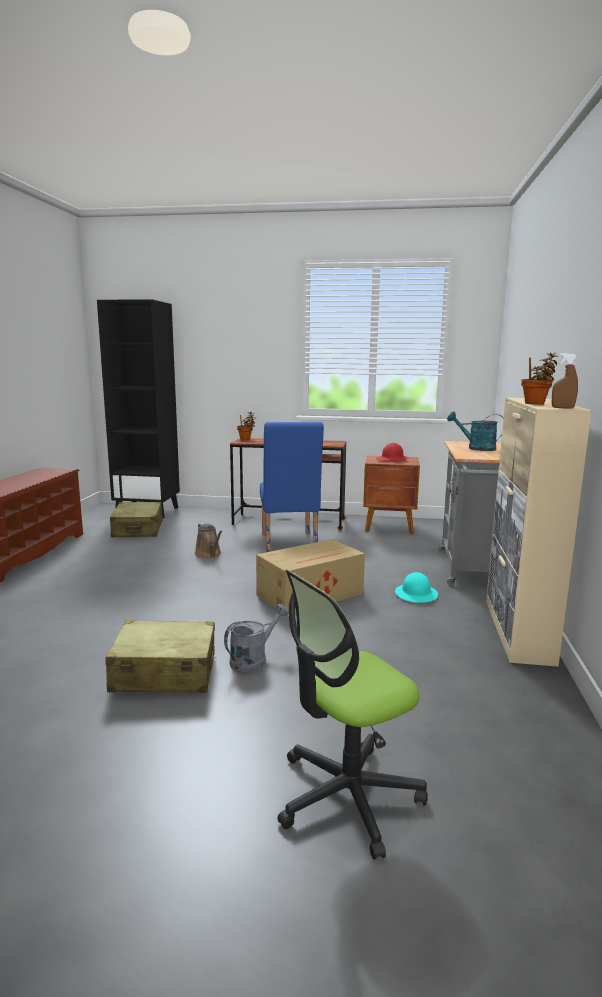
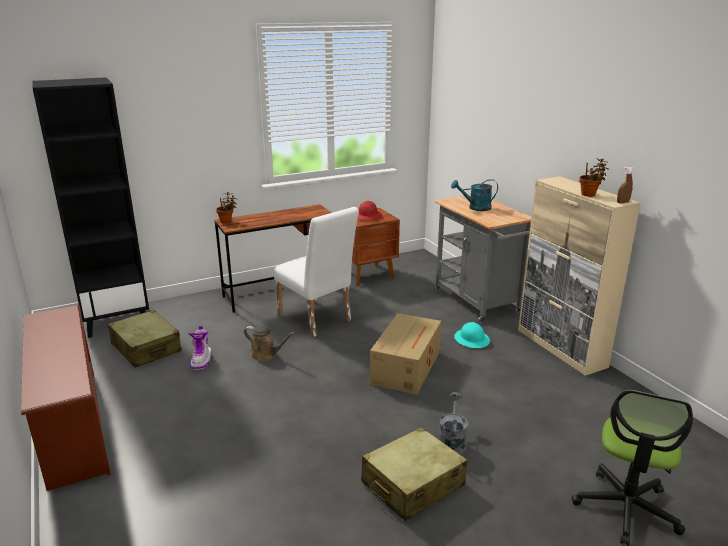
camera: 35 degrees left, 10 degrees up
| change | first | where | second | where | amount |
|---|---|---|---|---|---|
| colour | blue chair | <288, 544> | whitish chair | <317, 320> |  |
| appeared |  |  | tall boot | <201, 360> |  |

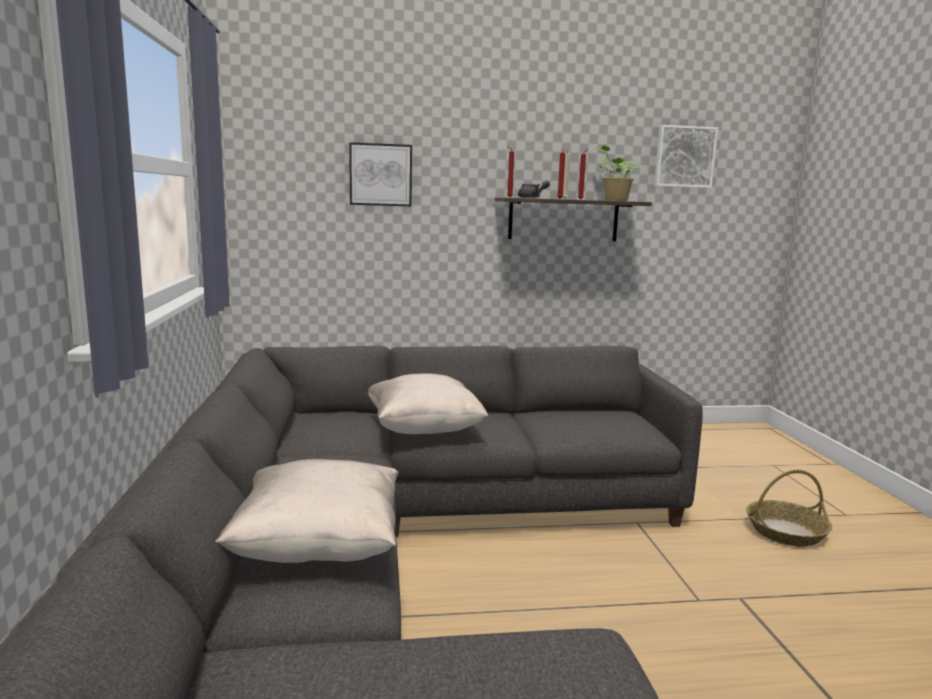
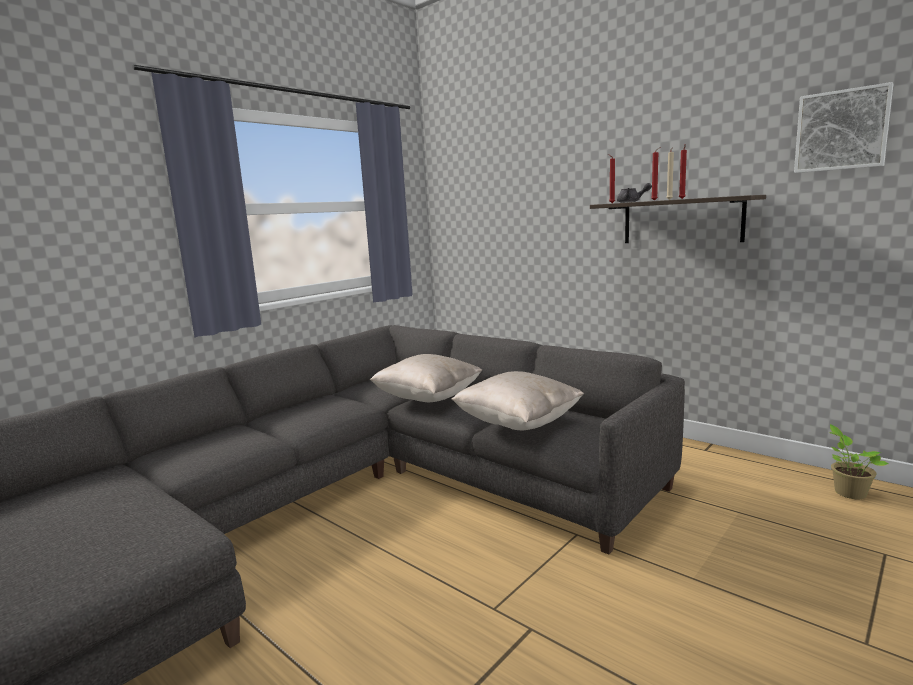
camera: 50 degrees right, 0 degrees up
| change | first | where | second | where | amount |
|---|---|---|---|---|---|
| missing | wall picture | <380, 175> |  |  |  |
| relocated | plant in a pot | <614, 200> |  | <848, 492> |  |
| relocated | beige throw pillow | <319, 548> |  | <518, 424> |  |
| missing | household basket | <785, 532> |  |  |  |

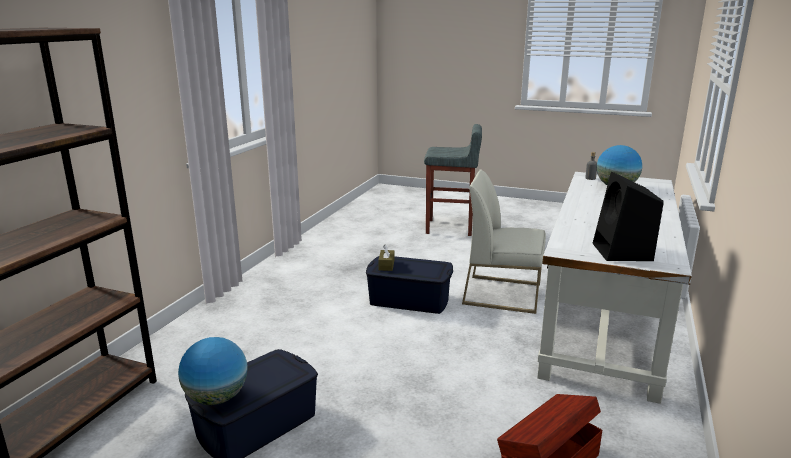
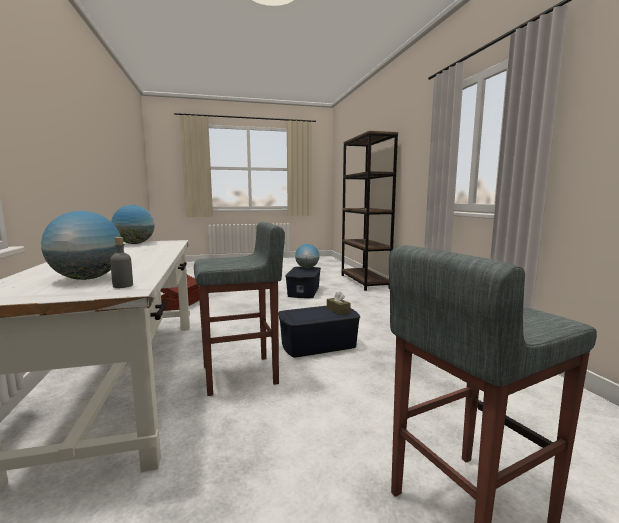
camera: 145 degrees right, 10 degrees down
| change | first | where | second | where | amount |
|---|---|---|---|---|---|
| exchanged | whitish chair | <503, 294> | grey stool | <241, 375> |  |
| exchanged | black audio speaker | <623, 252> | world globe | <134, 243> |  |

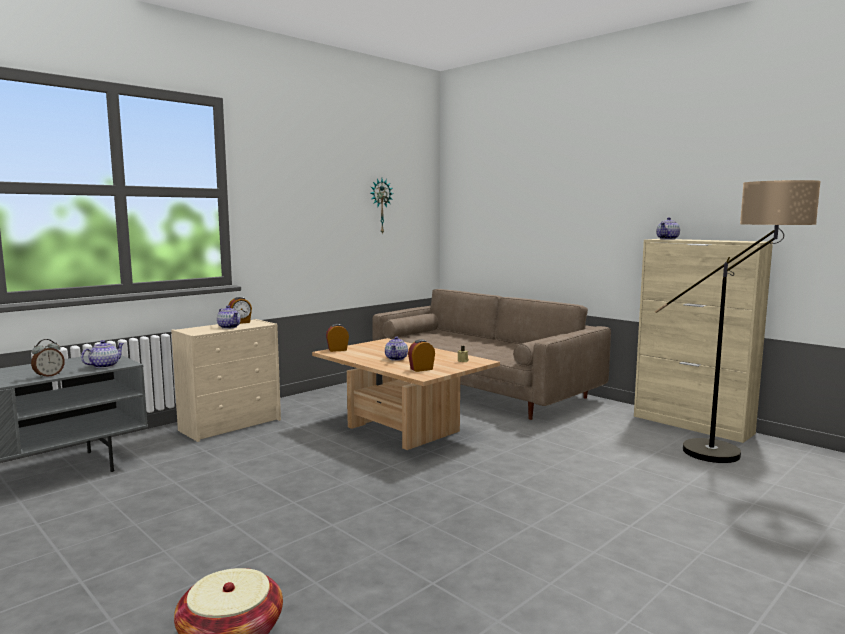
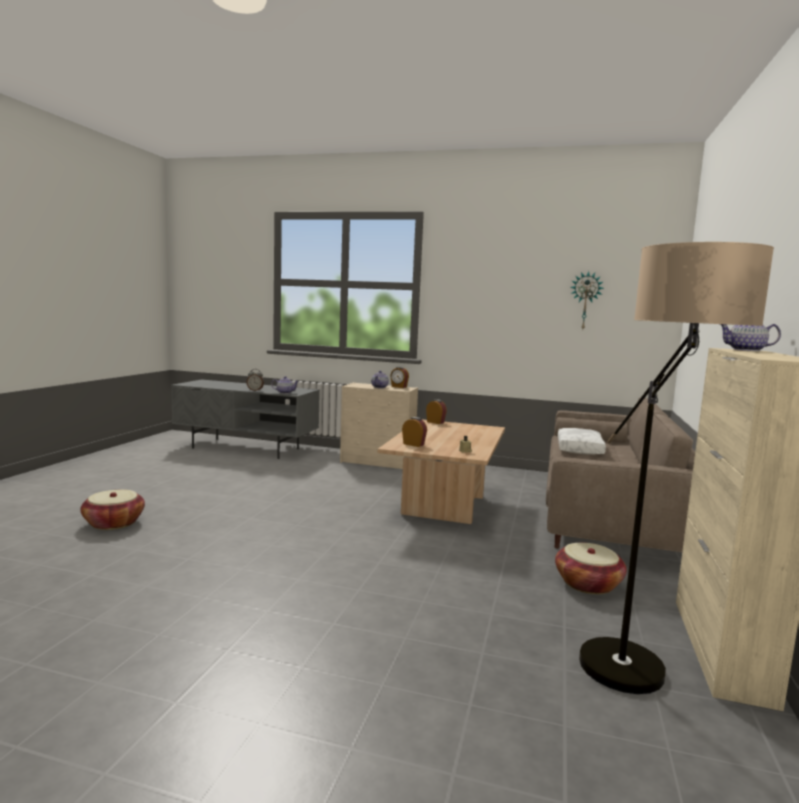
camera: 60 degrees right, 0 degrees up
| change | first | where | second | where | amount |
|---|---|---|---|---|---|
| missing | tea pot | <396, 358> |  |  |  |
| appeared |  |  | whitish throw pillow | <580, 449> |  |
| appeared |  |  | household basket | <588, 584> |  |

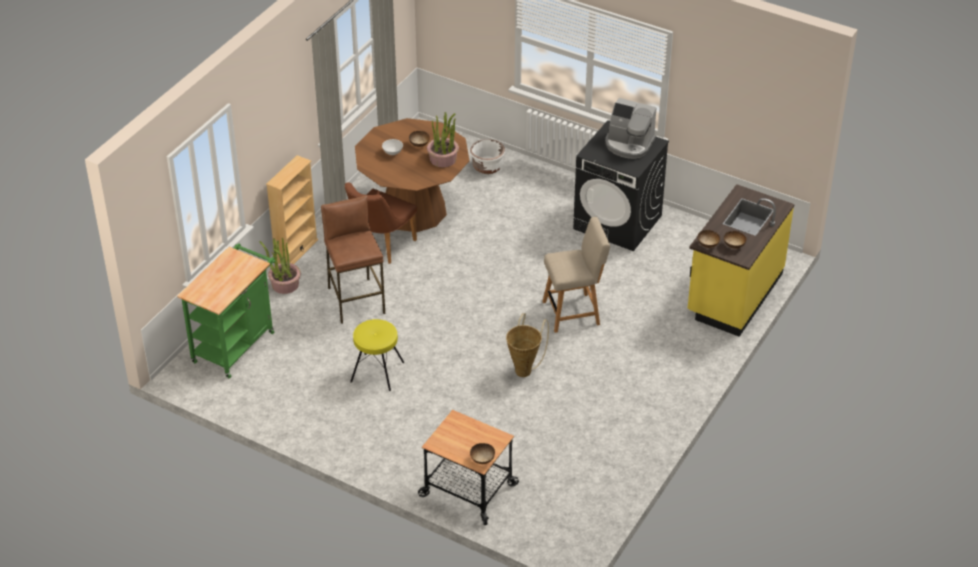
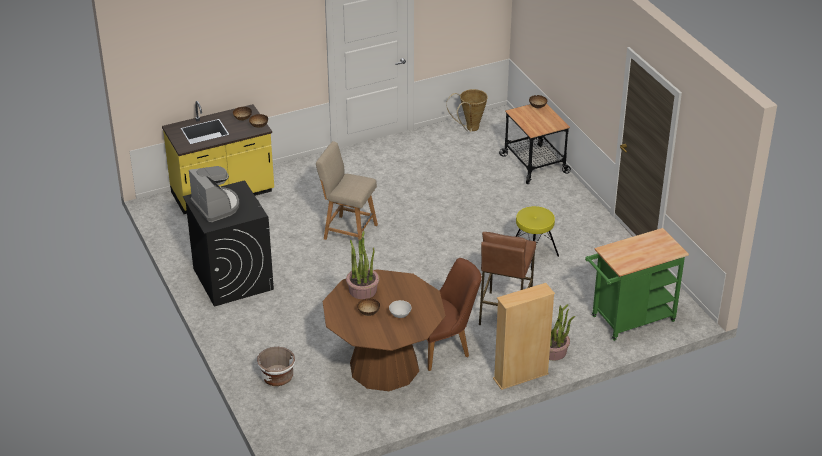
camera: 145 degrees left, 5 degrees down
| change | first | where | second | where | amount |
|---|---|---|---|---|---|
| relocated | household basket | <525, 369> |  | <469, 129> |  |

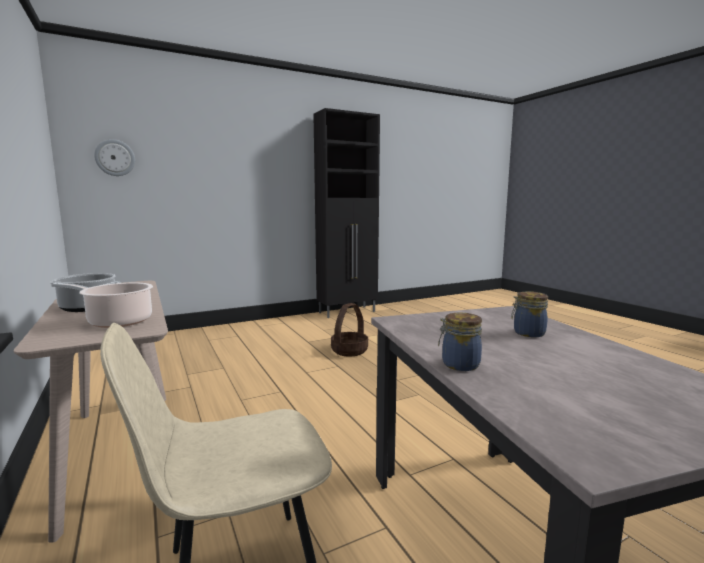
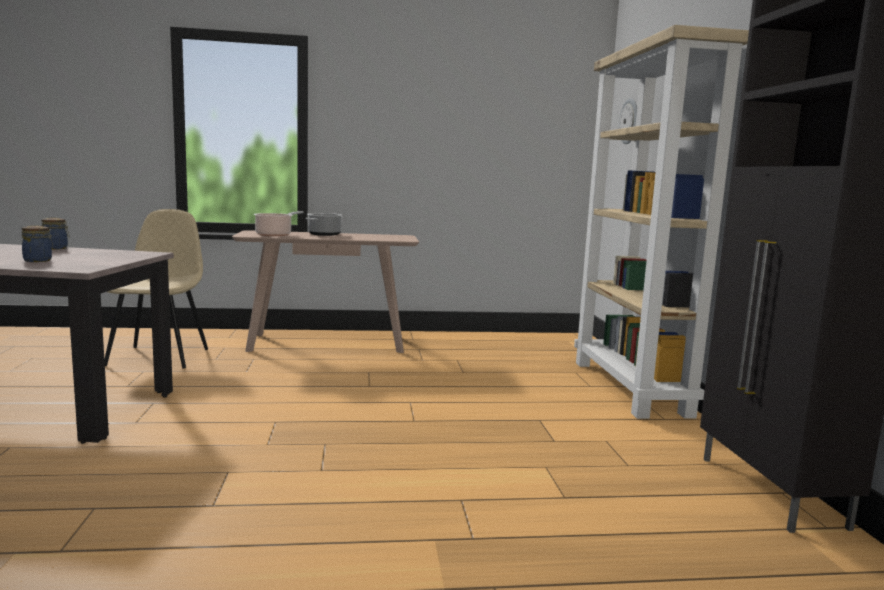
camera: 110 degrees right, 0 degrees up
| change | first | where | second | where | amount |
|---|---|---|---|---|---|
| missing | household basket | <349, 351> |  |  |  |
| appeared |  |  | beige bookshelf | <631, 388> |  |

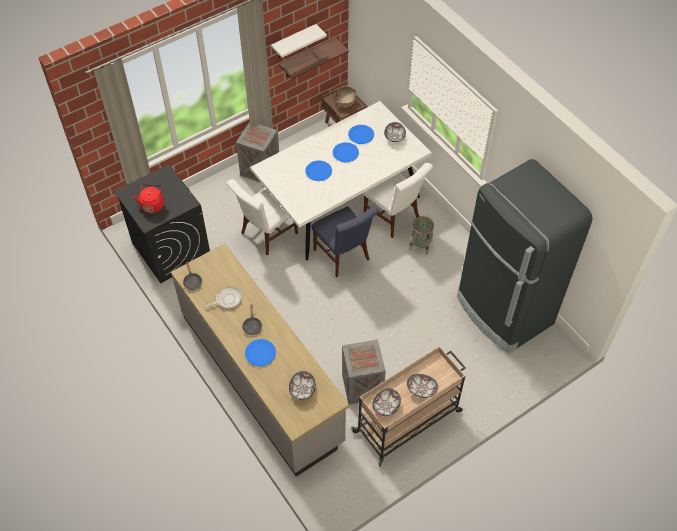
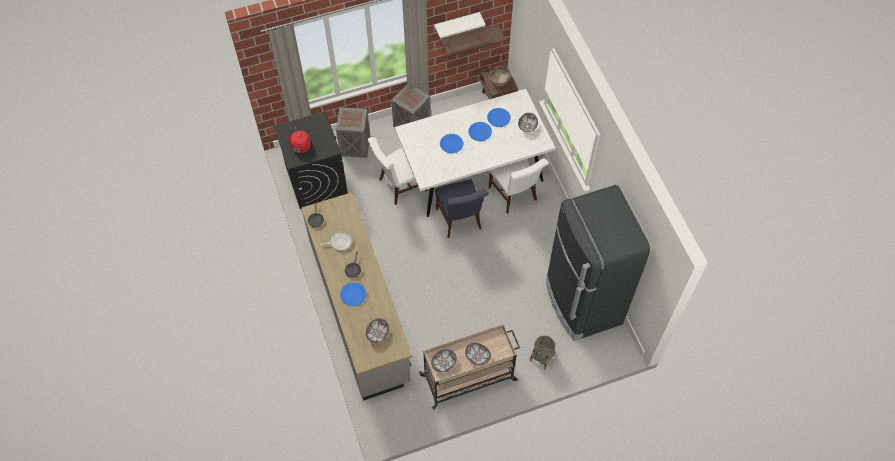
camera: 15 degrees right, 5 degrees up
| change | first | where | second | where | amount |
|---|---|---|---|---|---|
| relocated | household basket | <420, 245> |  | <542, 358> |  |
| relocated | crate | <361, 385> |  | <354, 145> |  |

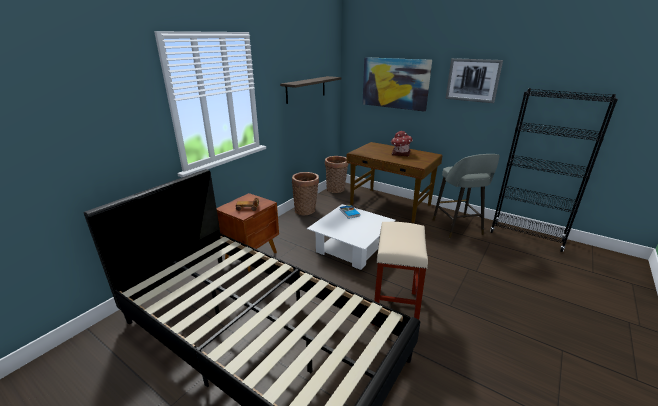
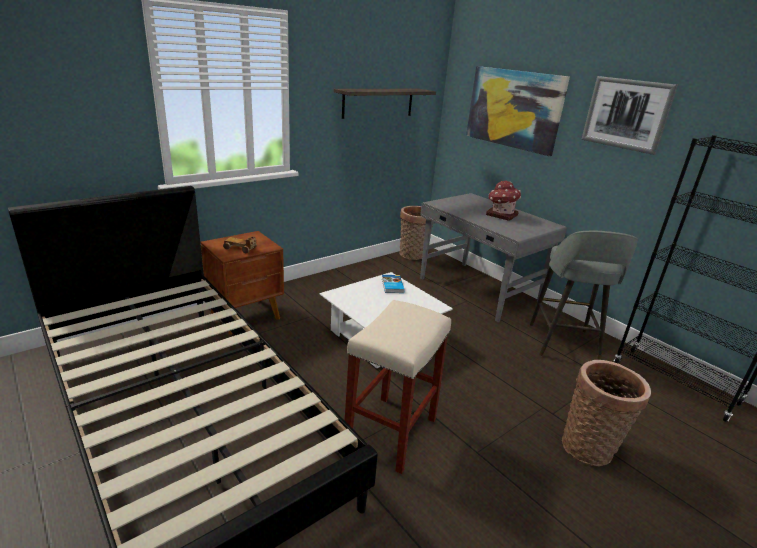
camera: 15 degrees right, 0 degrees up
| change | first | where | second | where | amount |
|---|---|---|---|---|---|
| colour | brown-coloured desk table | <390, 205> | grey desk table | <478, 290> |  |
| relocated | household basket | <306, 210> |  | <590, 447> |  |

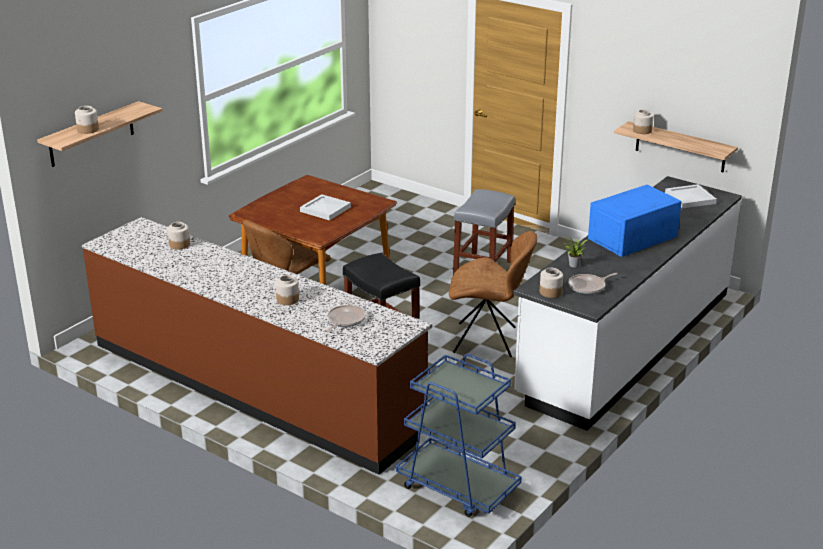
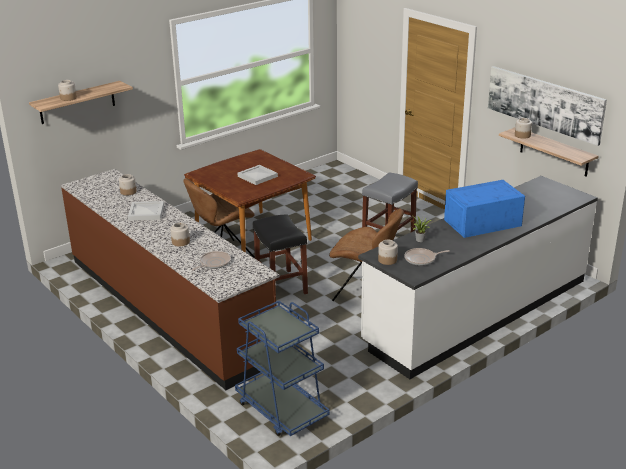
camera: 15 degrees right, 0 degrees up
| change | first | where | second | where | amount |
|---|---|---|---|---|---|
| relocated | whitish carrying tray | <689, 198> |  | <146, 212> |  |
| appeared |  |  | wall picture | <544, 103> |  |

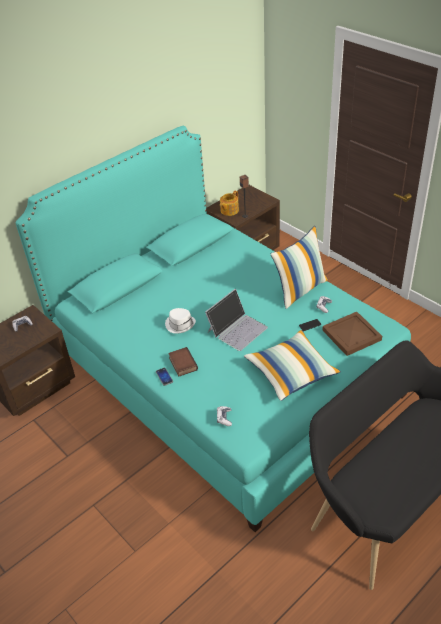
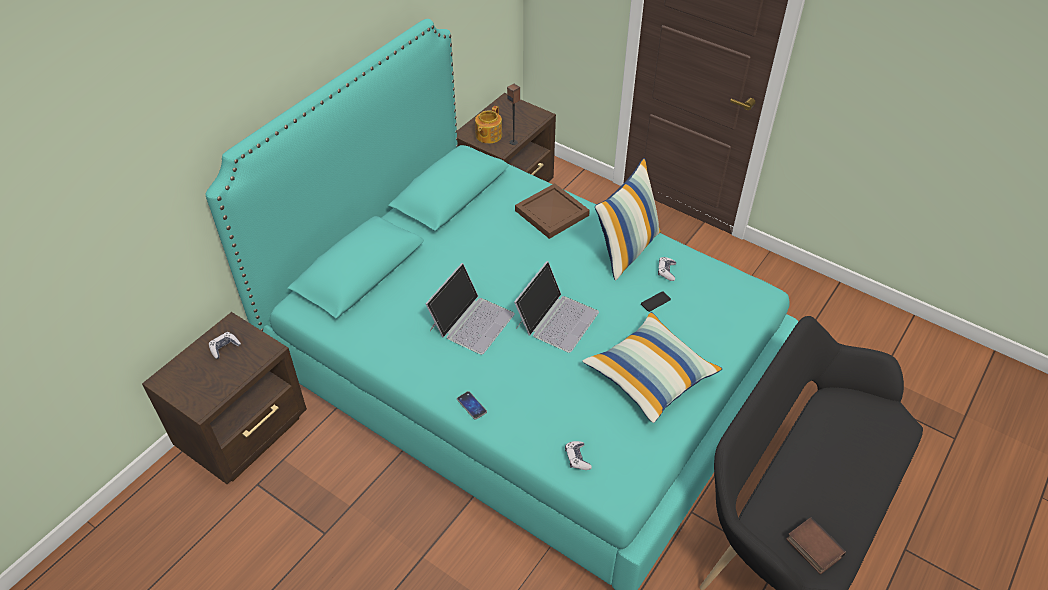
camera: 15 degrees left, 5 degrees up
| change | first | where | second | where | amount |
|---|---|---|---|---|---|
| exchanged | whitish clothing hat | <180, 324> | portable computer | <471, 321> |  |
| relocated | brown-coloured carrying tray | <350, 335> |  | <550, 213> |  |
| relocated | volume | <182, 364> |  | <812, 548> |  |

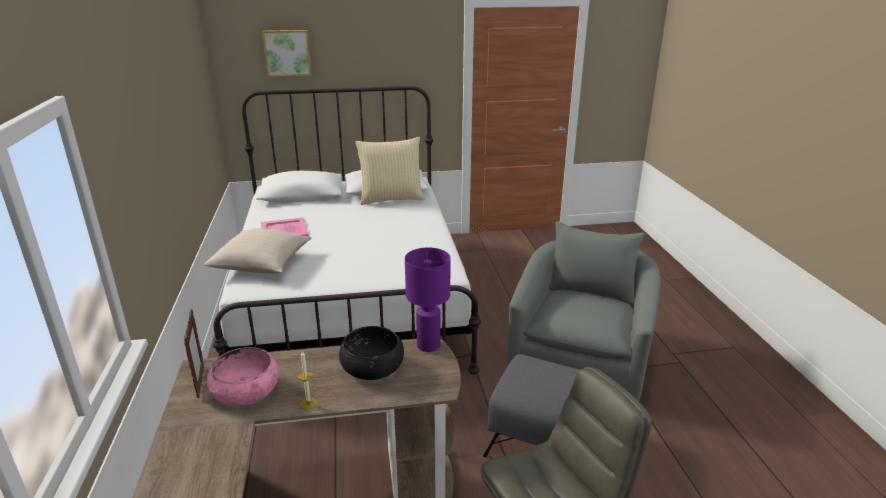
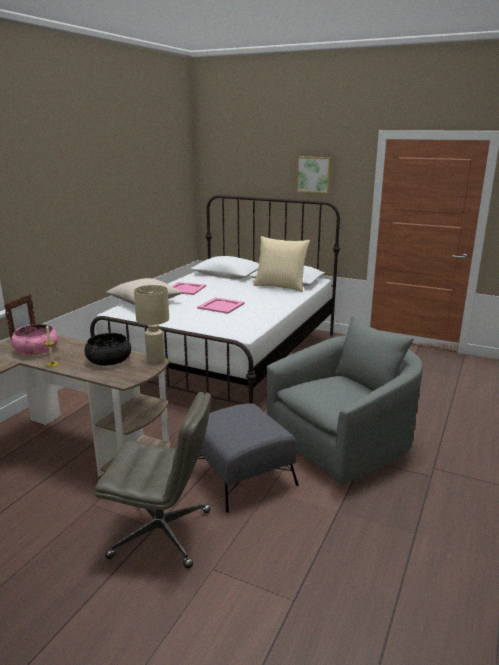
camera: 35 degrees right, 5 degrees down
| change | first | where | second | where | amount |
|---|---|---|---|---|---|
| relocated | wall picture | <287, 52> |  | <314, 174> |  |
| colour | purple table lamp | <429, 345> | beige table lamp | <156, 360> |  |
| appeared |  |  | pink carrying tray | <220, 306> |  |

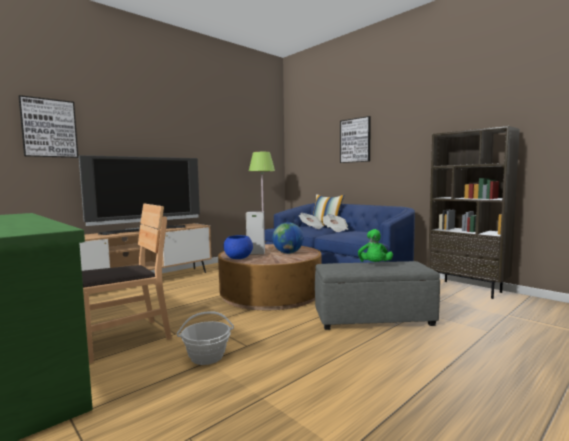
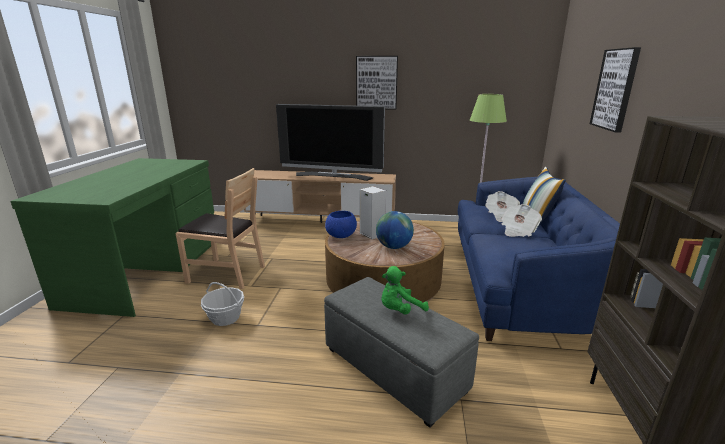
camera: 50 degrees right, 15 degrees up
| change | first | where | second | where | amount |
|---|---|---|---|---|---|
| relocated | wall picture | <49, 128> |  | <376, 83> |  |

